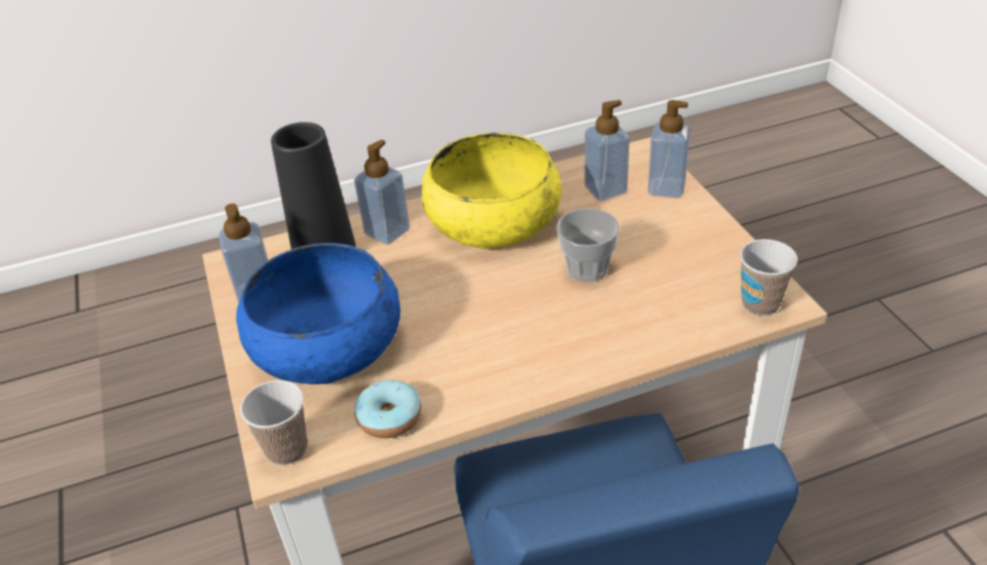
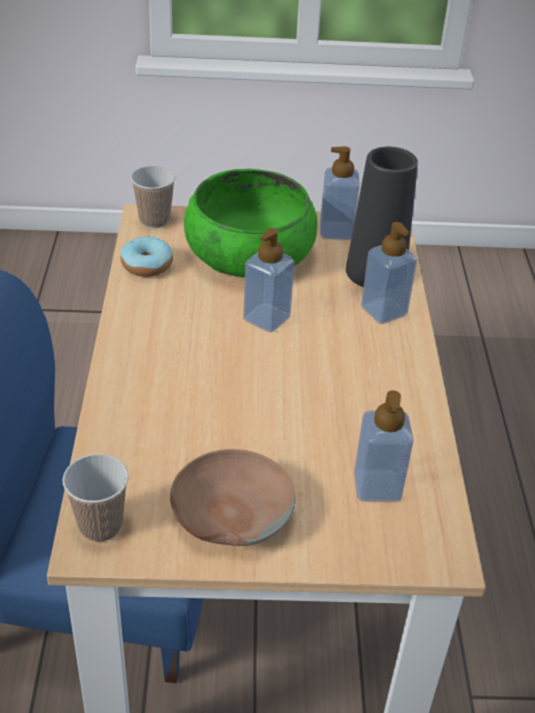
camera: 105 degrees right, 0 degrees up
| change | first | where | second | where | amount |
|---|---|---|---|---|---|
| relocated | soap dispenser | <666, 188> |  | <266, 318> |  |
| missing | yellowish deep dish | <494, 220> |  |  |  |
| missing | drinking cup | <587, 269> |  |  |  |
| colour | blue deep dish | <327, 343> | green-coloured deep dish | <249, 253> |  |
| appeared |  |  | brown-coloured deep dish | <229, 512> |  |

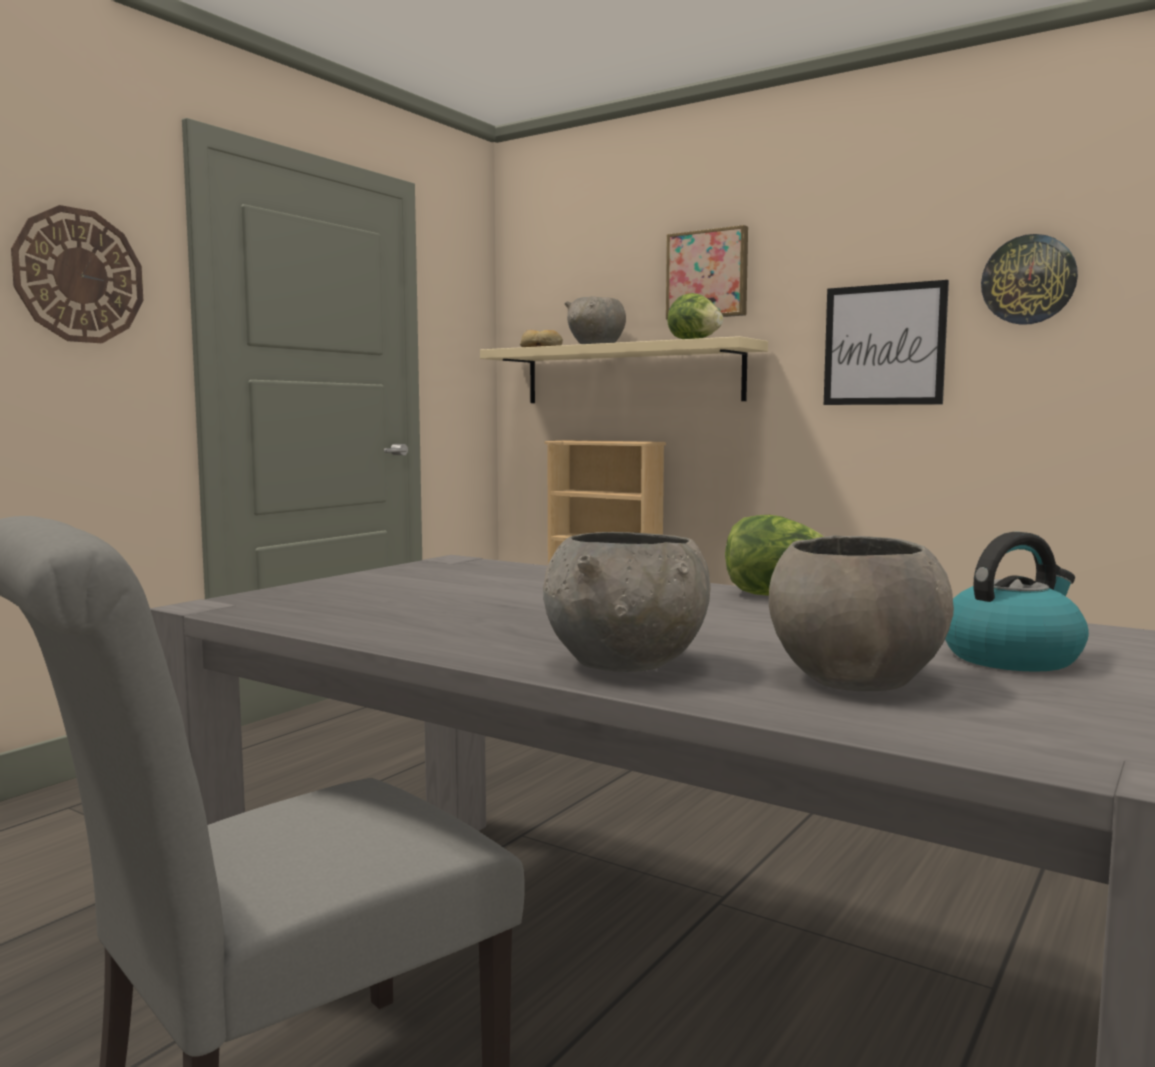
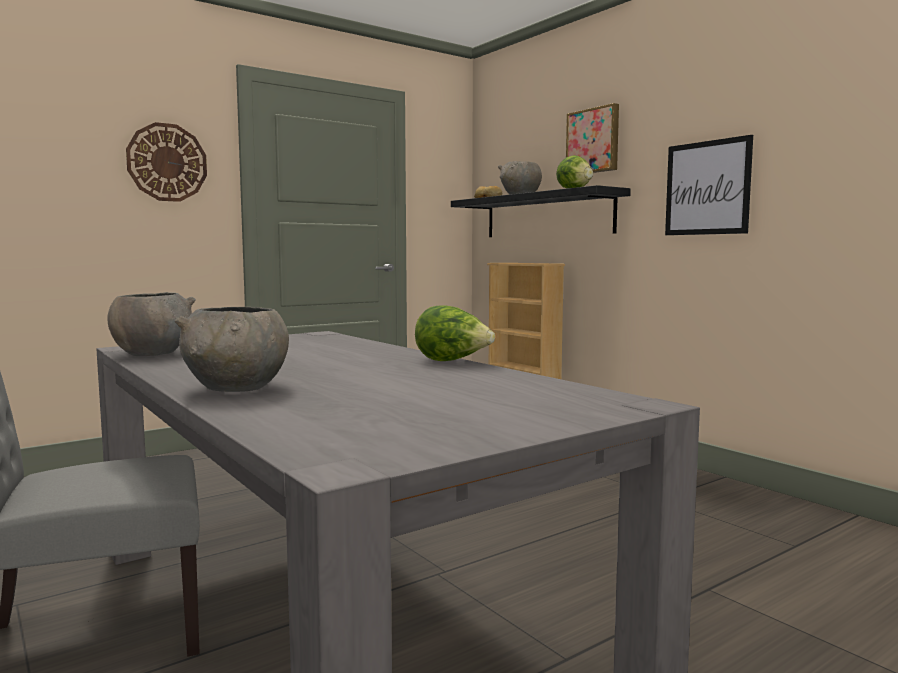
camera: 20 degrees right, 0 degrees up
| change | first | where | second | where | amount |
|---|---|---|---|---|---|
| missing | hanging clock | <1028, 280> |  |  |  |
| colour | beige bracket shelf | <631, 374> | black bracket shelf | <547, 215> |  |
| missing | kettle | <1012, 657> |  |  |  |
| relocated | grey deep dish | <854, 679> |  | <152, 353> |  |

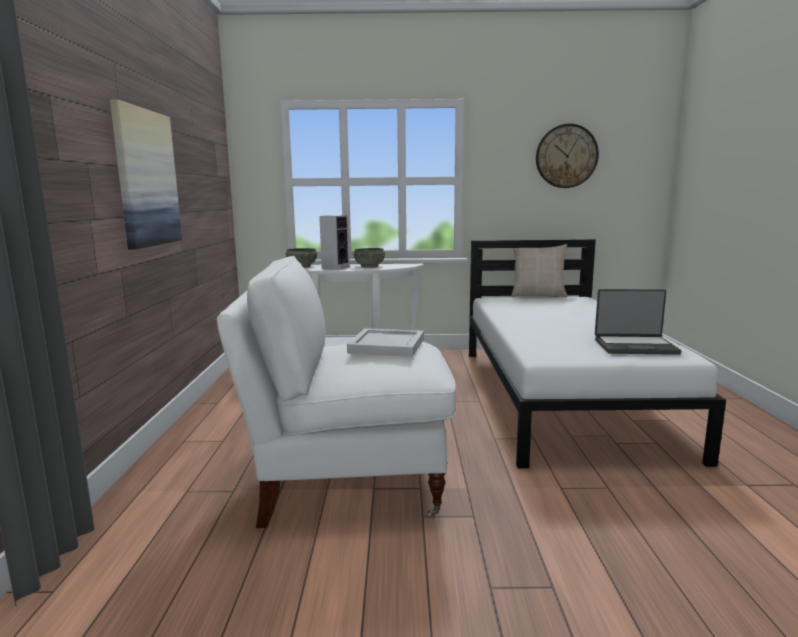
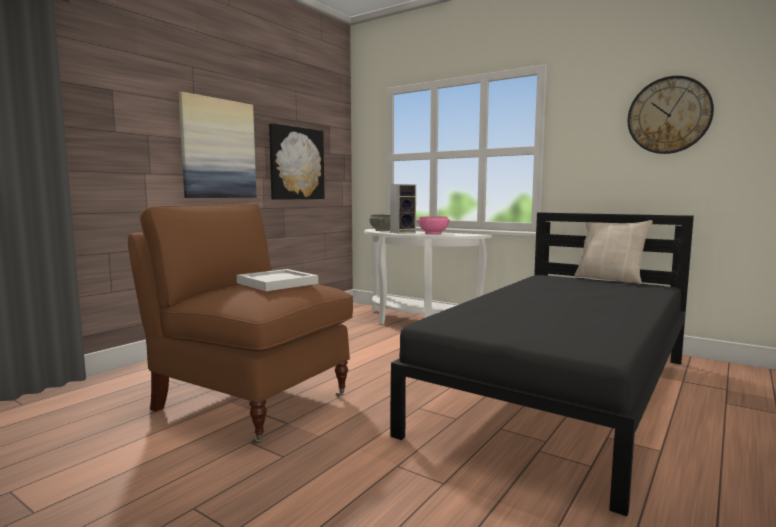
camera: 35 degrees right, 5 degrees down
| change | first | where | second | where | amount |
|---|---|---|---|---|---|
| colour | whitish sleeping bed | <561, 396> | black sleeping bed | <562, 393> |  |
| colour | grey deep dish | <369, 266> | pink deep dish | <433, 233> |  |
| colour | whitish easy chair | <347, 482> | brown-coloured easy chair | <249, 402> |  |
| missing | portable computer | <635, 346> |  |  |  |
| appeared |  |  | wall picture | <296, 163> |  |

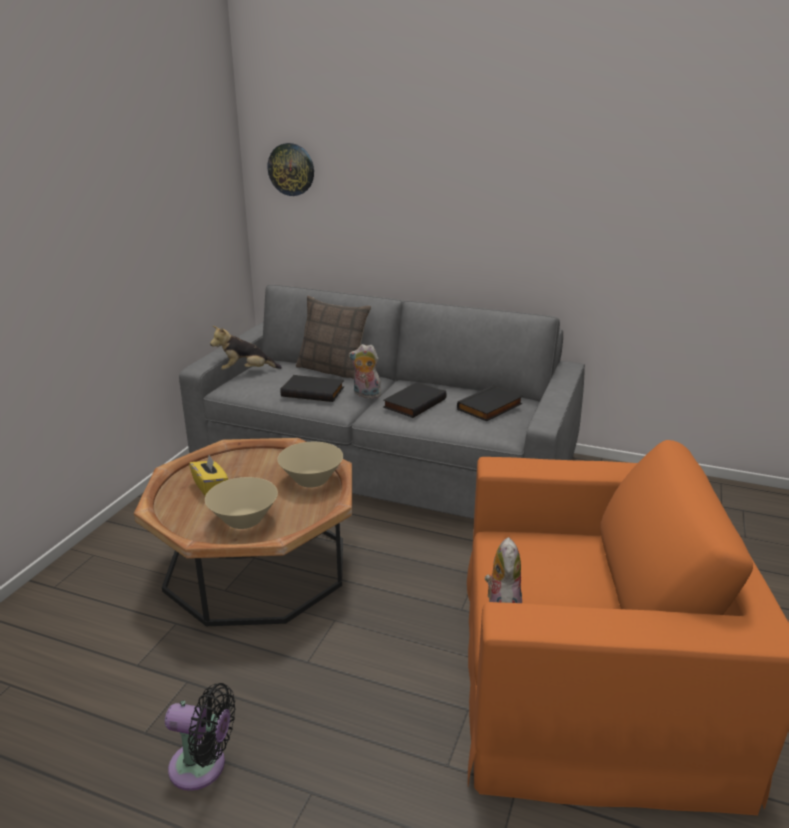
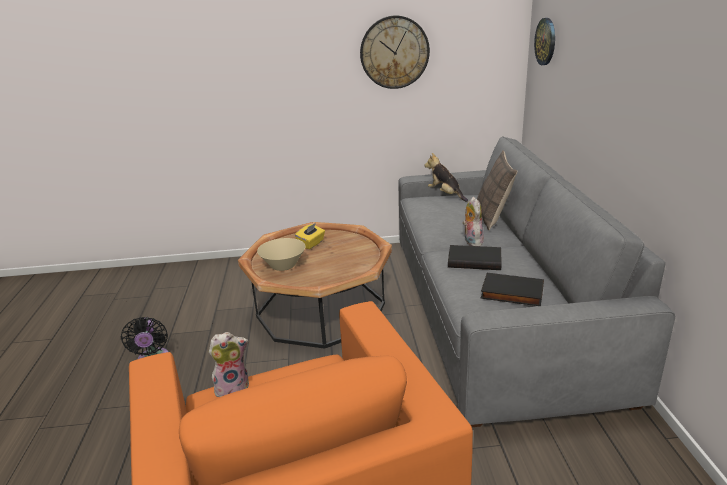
camera: 65 degrees right, 0 degrees up
| change | first | where | second | where | amount |
|---|---|---|---|---|---|
| missing | black volume | <313, 391> |  |  |  |
| missing | beige deep dish | <312, 480> |  |  |  |
| appeared |  |  | hanging clock | <394, 52> |  |

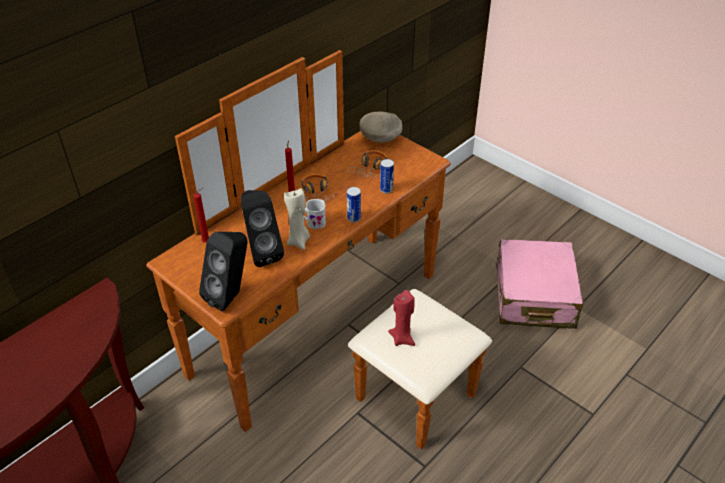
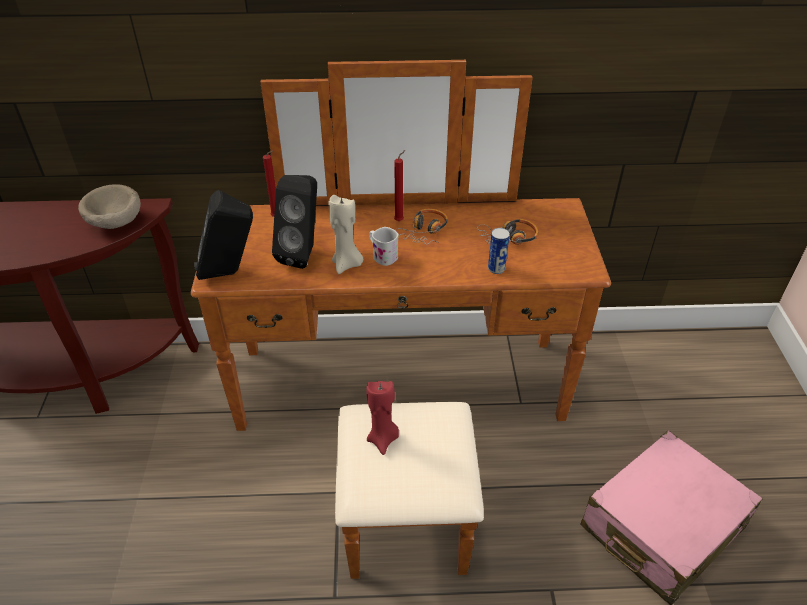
camera: 45 degrees right, 0 degrees up
| change | first | where | second | where | amount |
|---|---|---|---|---|---|
| relocated | beige deep dish | <381, 139> |  | <115, 223> |  |
| missing | can | <353, 218> |  |  |  |

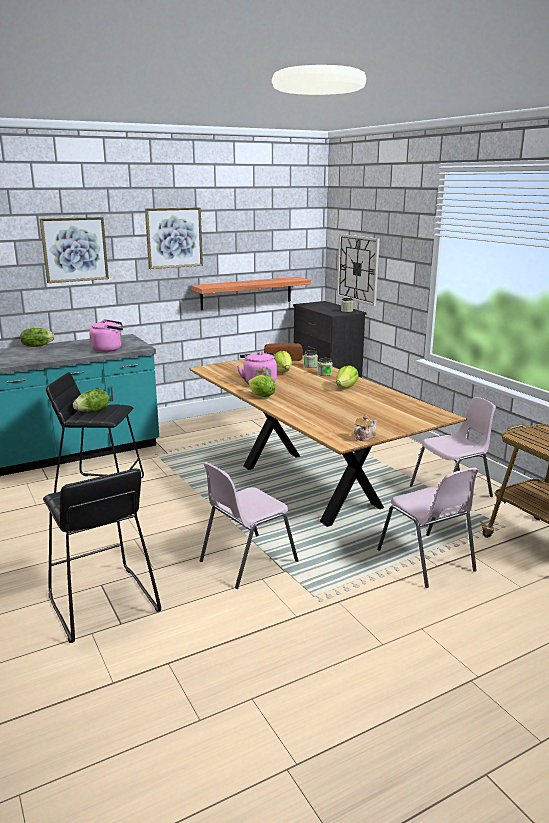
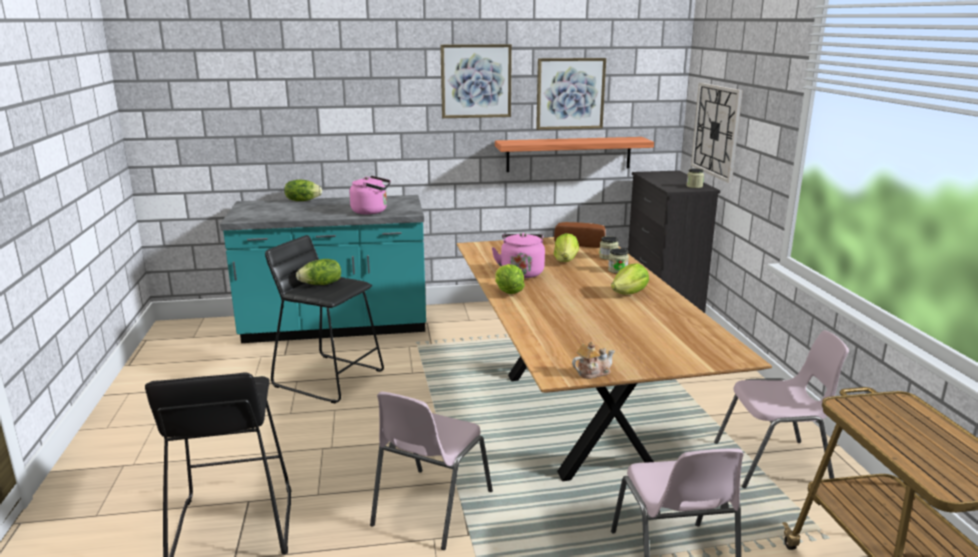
camera: 20 degrees right, 0 degrees up
| change | first | where | second | where | amount |
|---|---|---|---|---|---|
| relocated | wall picture | <74, 249> |  | <570, 93> |  |
| spun | pink chair | <246, 561> |  | <430, 509> | 45 degrees counterclockwise |

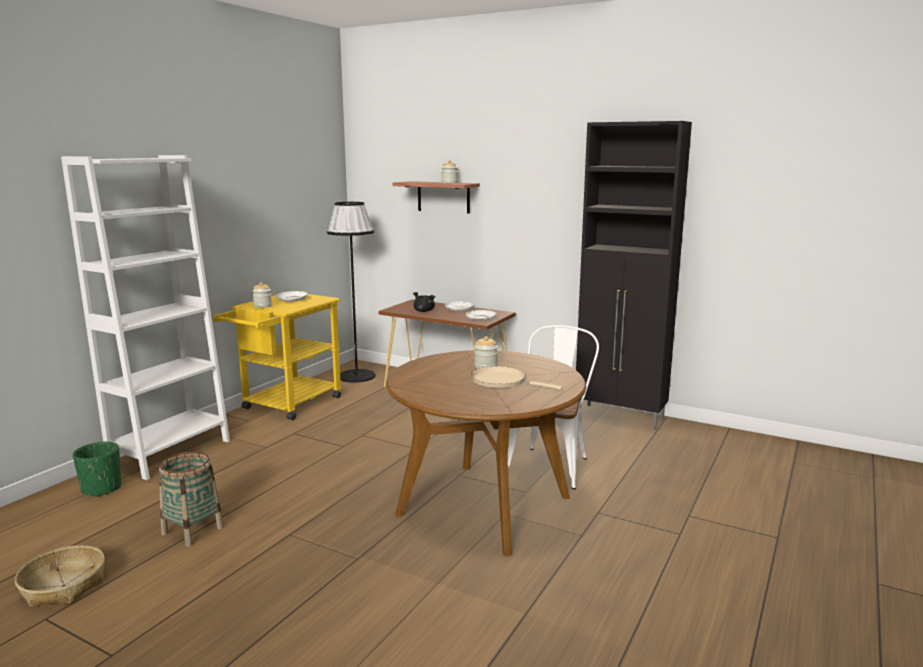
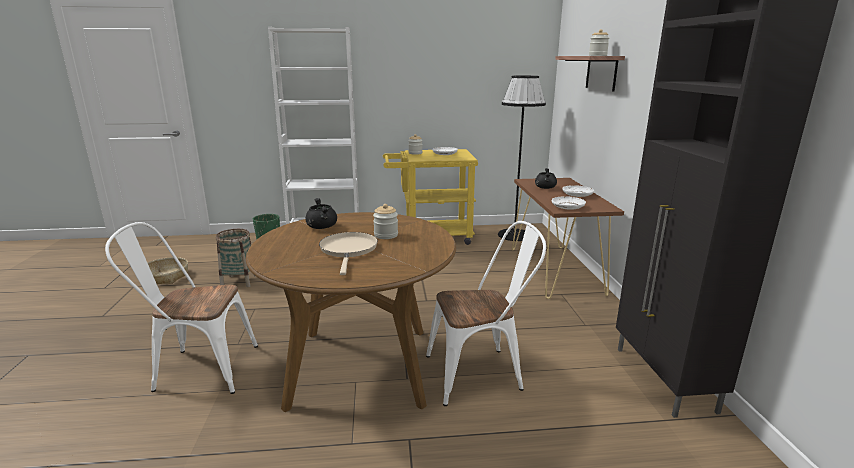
camera: 55 degrees right, 5 degrees up
| change | first | where | second | where | amount |
|---|---|---|---|---|---|
| appeared |  |  | black saucepot | <321, 227> |  |
| appeared |  |  | whitish chair | <198, 369> |  |

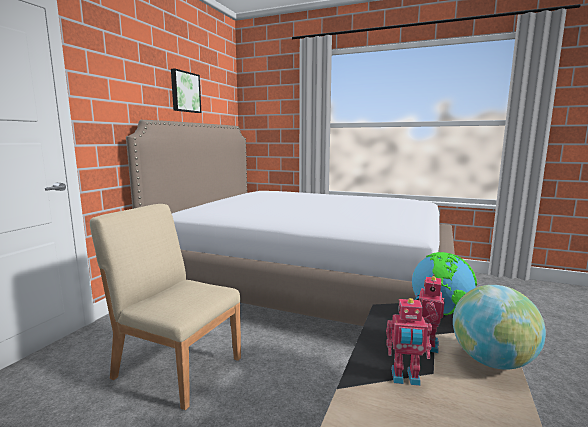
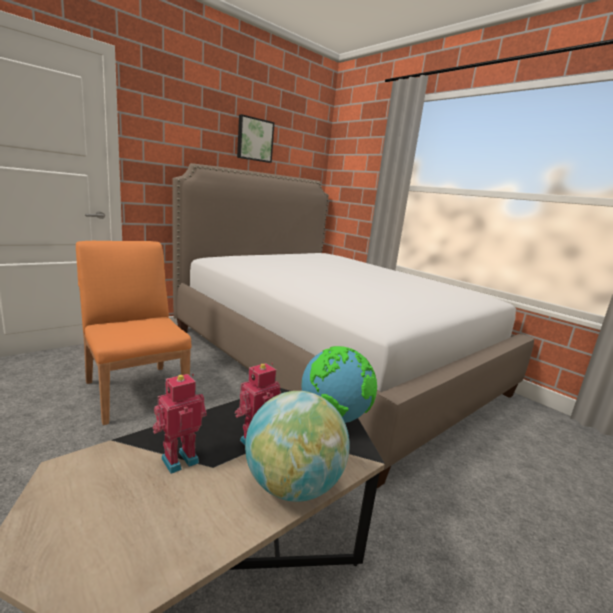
camera: 25 degrees right, 5 degrees up
| change | first | where | second | where | amount |
|---|---|---|---|---|---|
| colour | beige chair | <177, 367> | orange chair | <136, 391> |  |
| spun | model robot | <405, 378> |  | <179, 459> | 105 degrees clockwise |

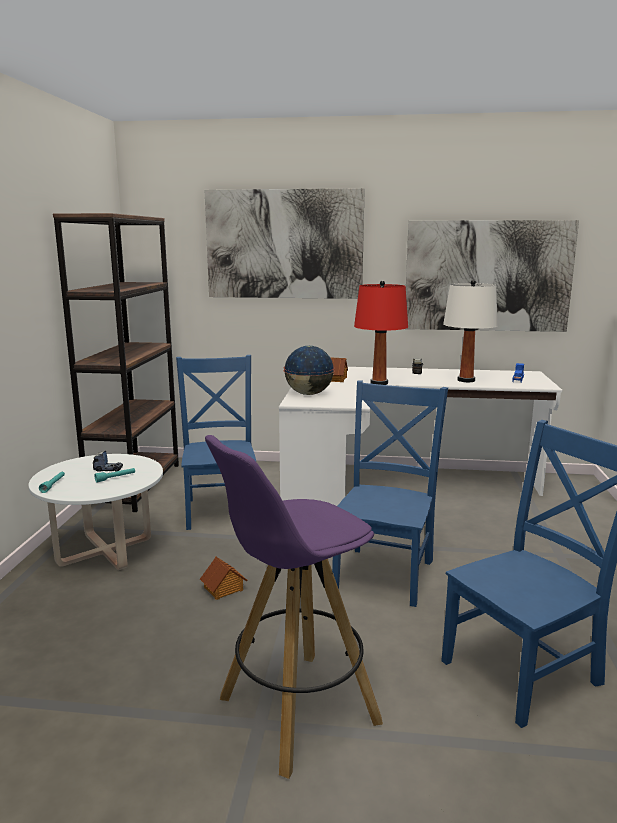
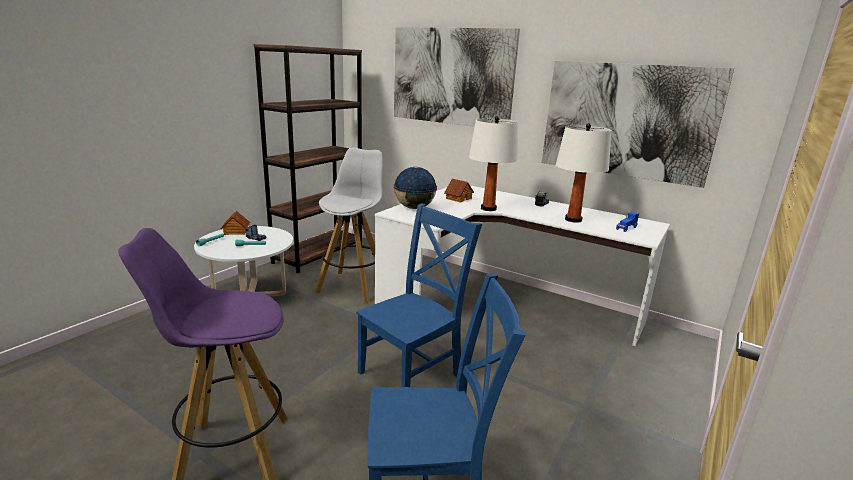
camera: 25 degrees right, 5 degrees up
| change | first | where | second | where | amount |
|---|---|---|---|---|---|
| colour | red table lamp | <379, 383> | whitish table lamp | <488, 208> |  |
| exchanged | blue chair | <221, 509> | whitish stool | <353, 286> |  |
| relocated | toy house | <223, 589> |  | <235, 231> |  |

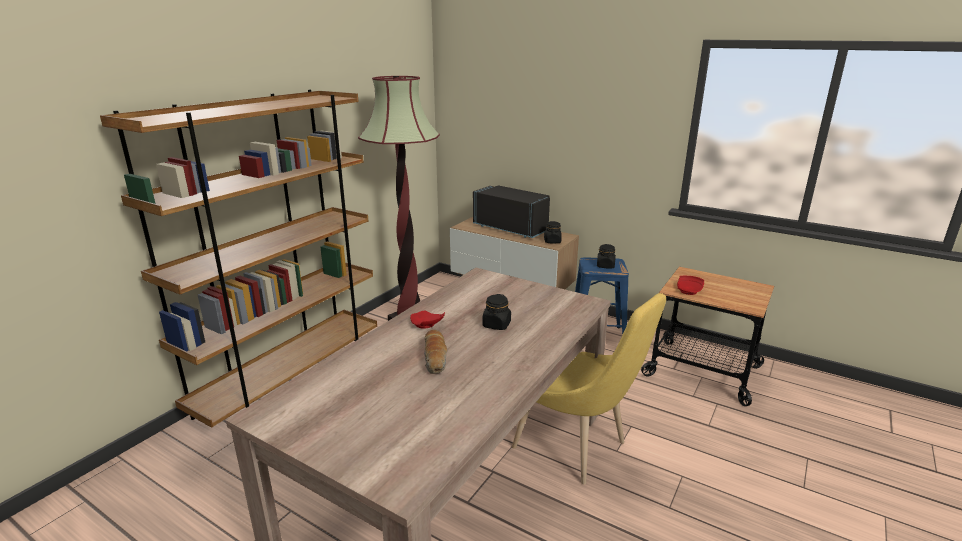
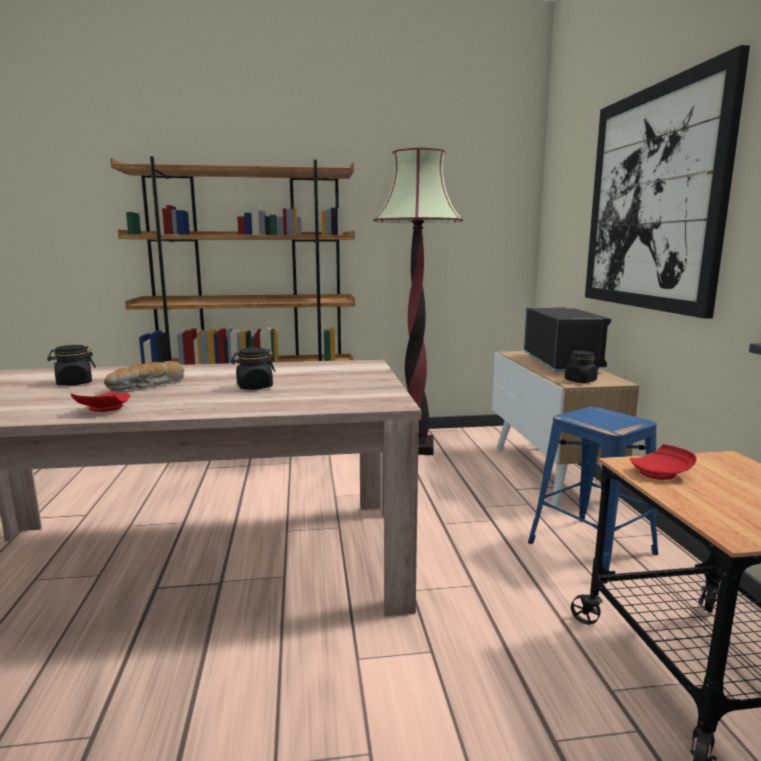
camera: 50 degrees right, 10 degrees down
| change | first | where | second | where | amount |
|---|---|---|---|---|---|
| relocated | black storage jar | <605, 266> |  | <74, 383> |  |
| missing | yellowish chair | <576, 448> |  |  |  |
| relocated | red flat dish | <426, 325> |  | <103, 409> |  |
| appeared |  |  | wall picture | <652, 199> |  |

